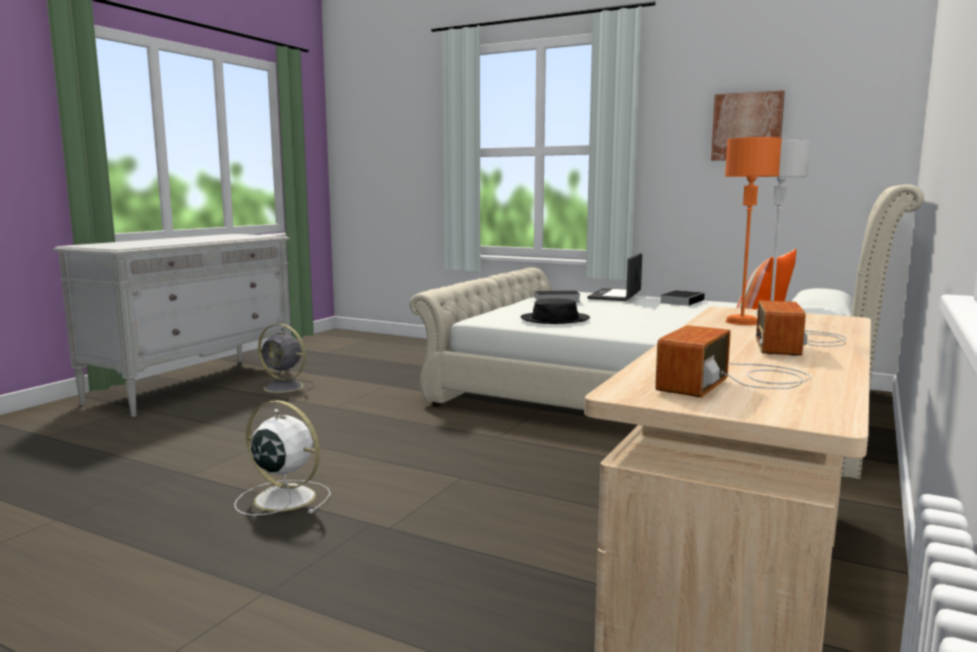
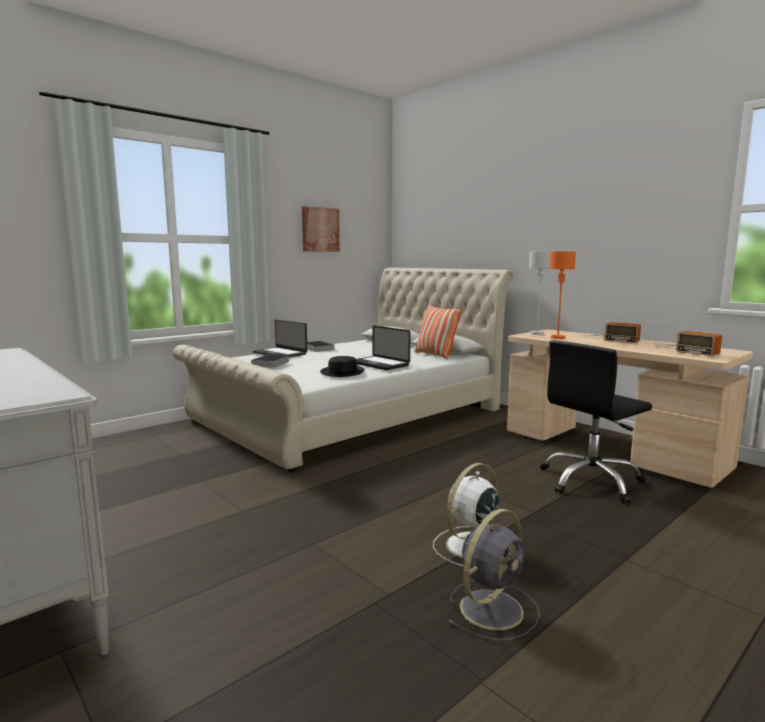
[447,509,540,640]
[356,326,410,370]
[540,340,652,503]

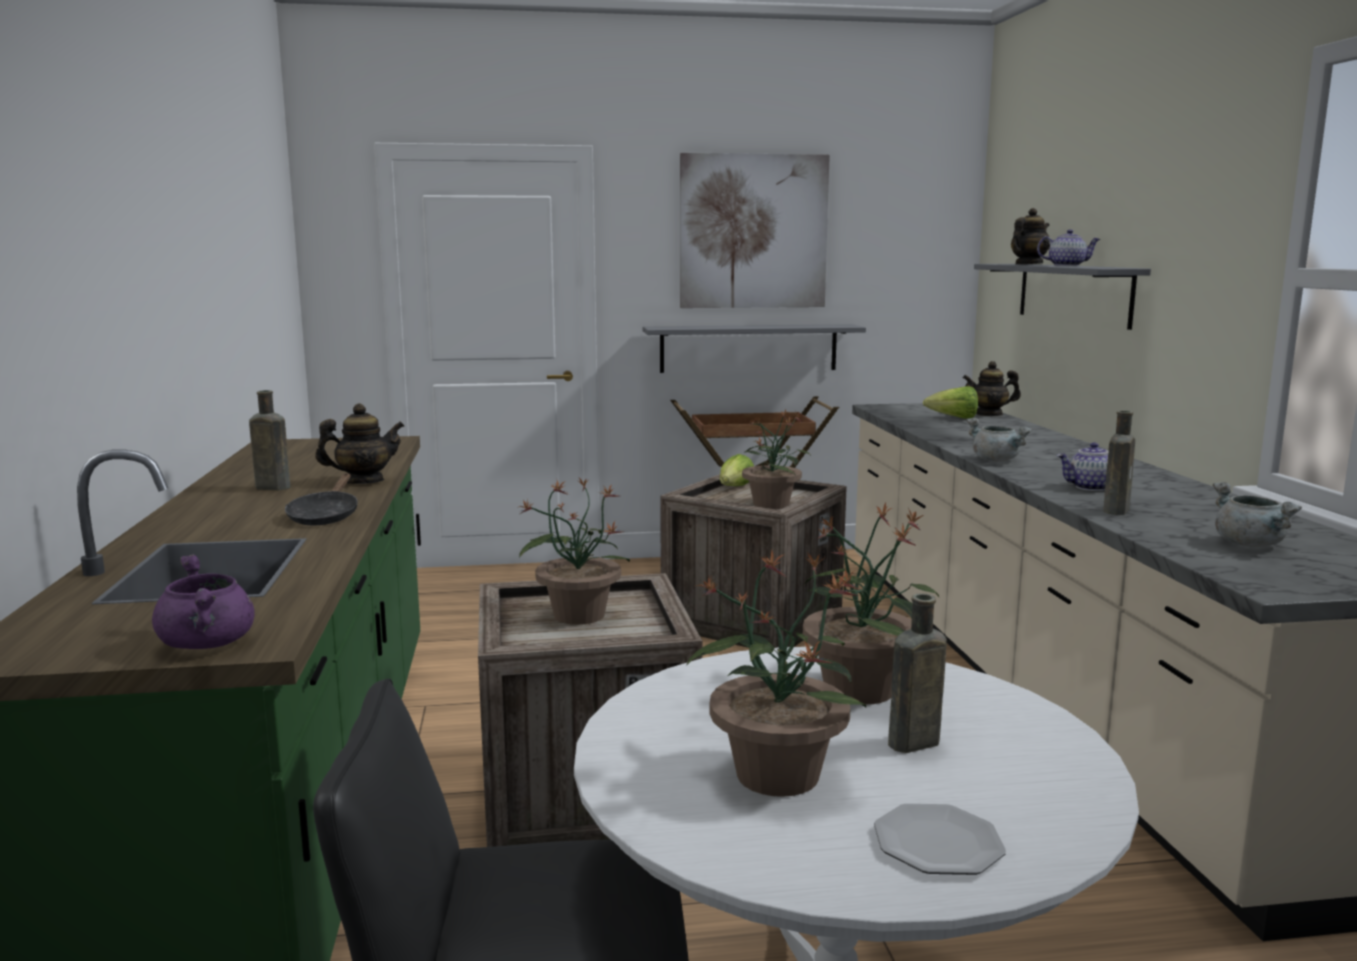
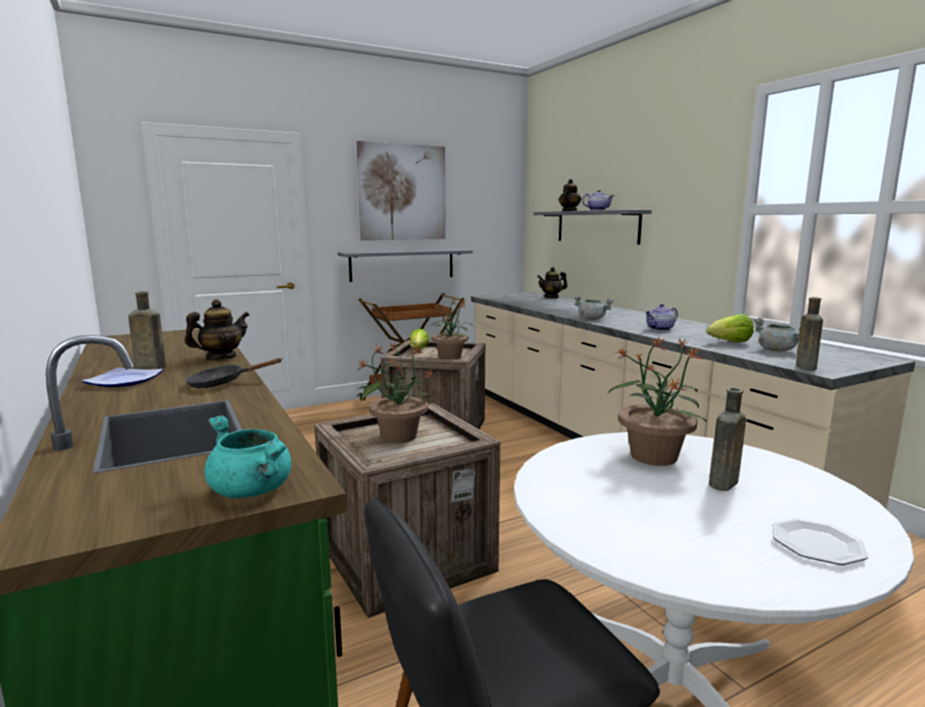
[706,314,754,342]
[796,297,823,371]
[185,358,283,388]
[686,550,866,797] (first image)
[204,416,291,498]
[82,368,163,387]

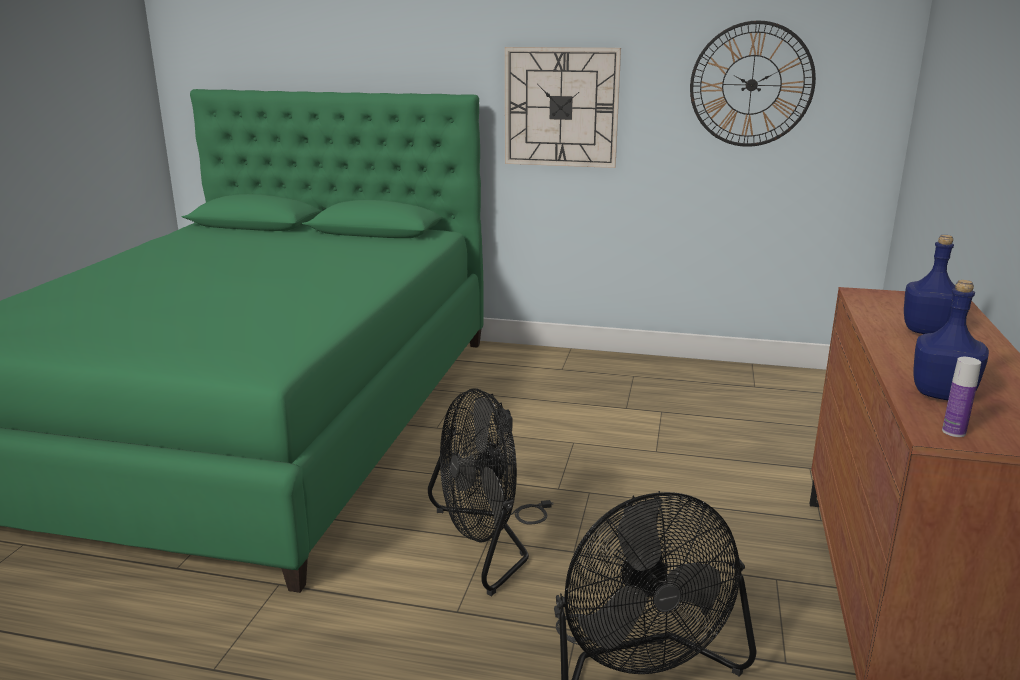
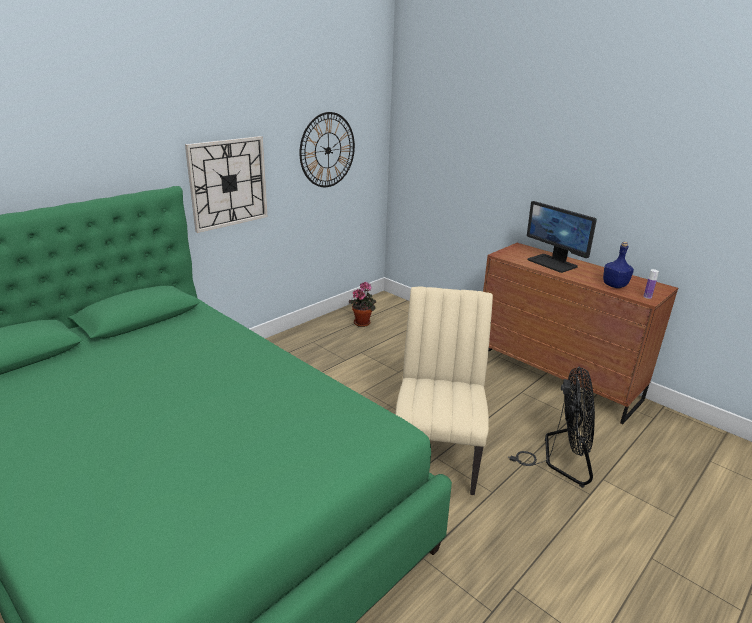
[527,201,597,273]
[395,286,493,495]
[349,282,376,327]

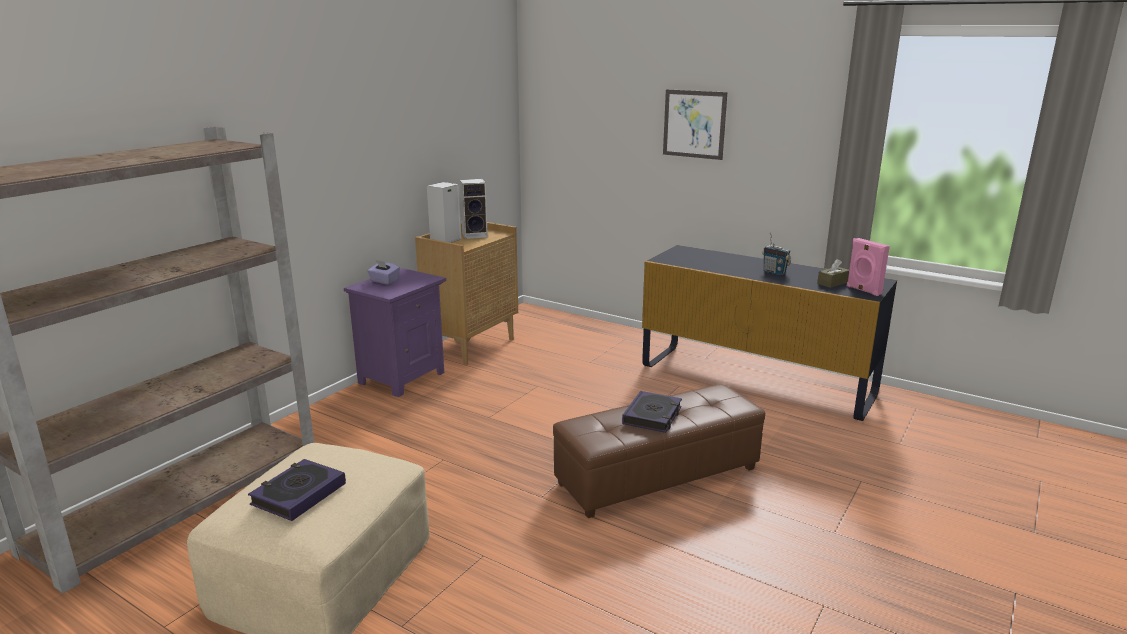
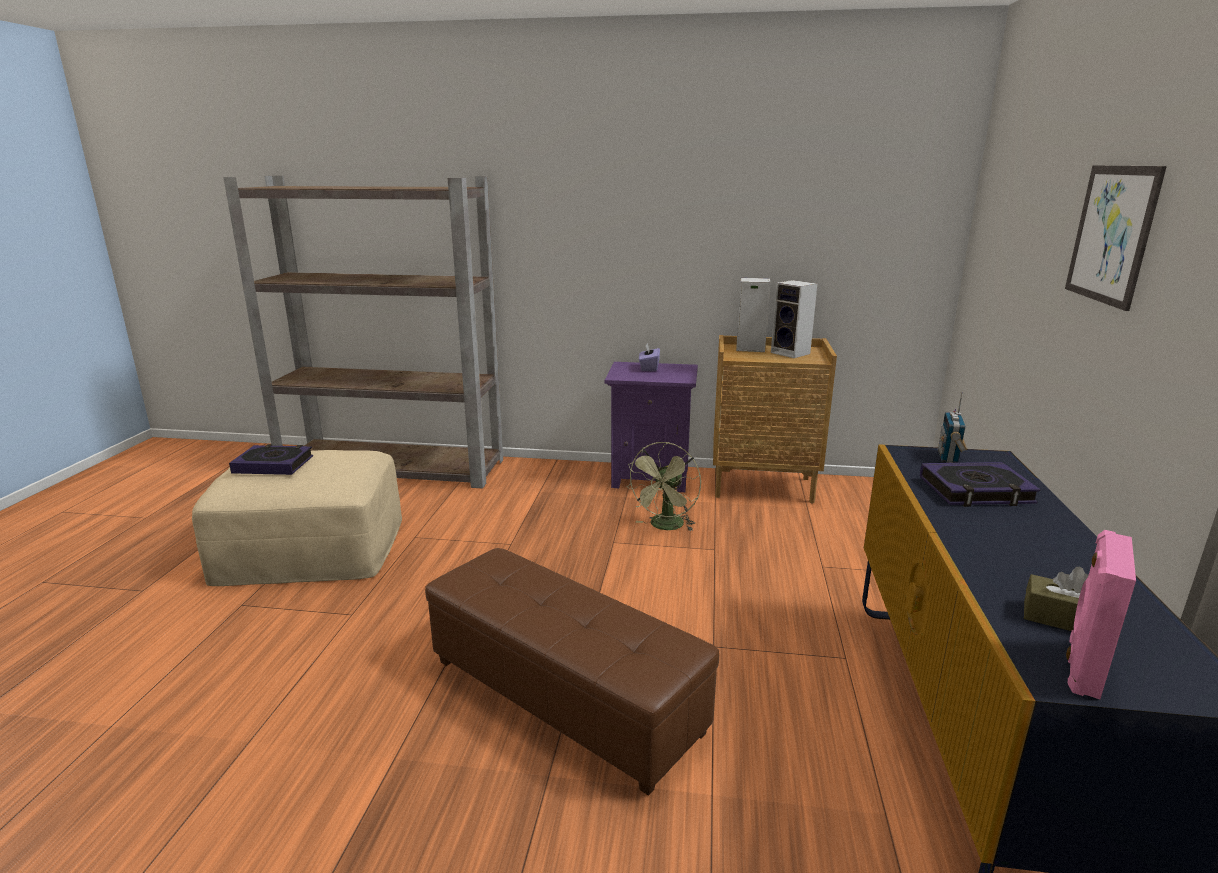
[938,392,967,463]
[920,462,1040,507]
[626,442,701,531]

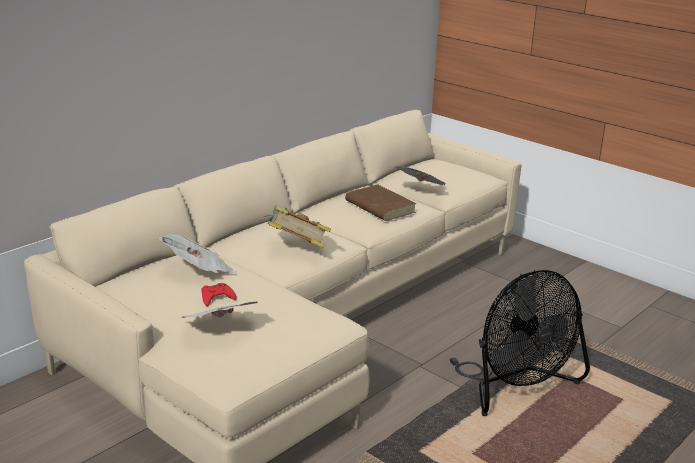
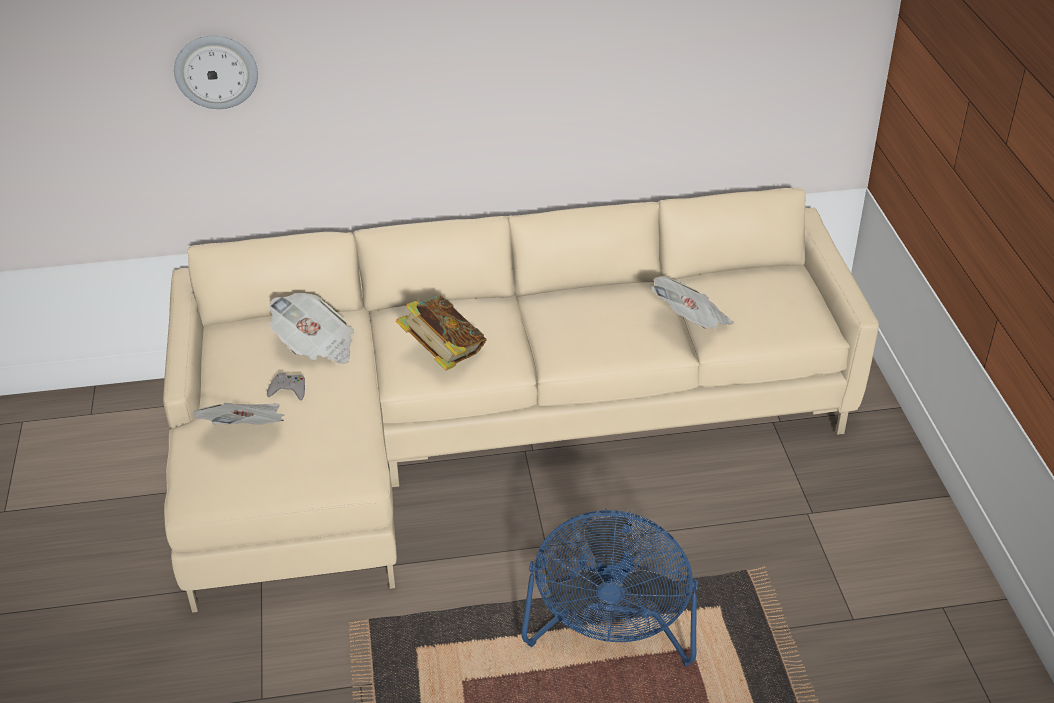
[345,184,416,221] (first image)
[521,508,698,666]
[267,373,305,401]
[174,36,258,109]

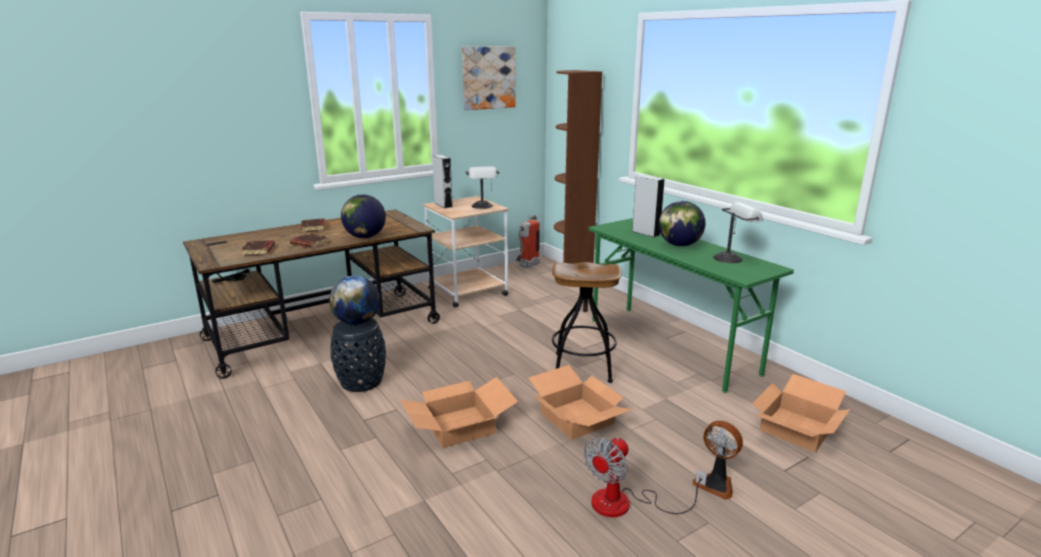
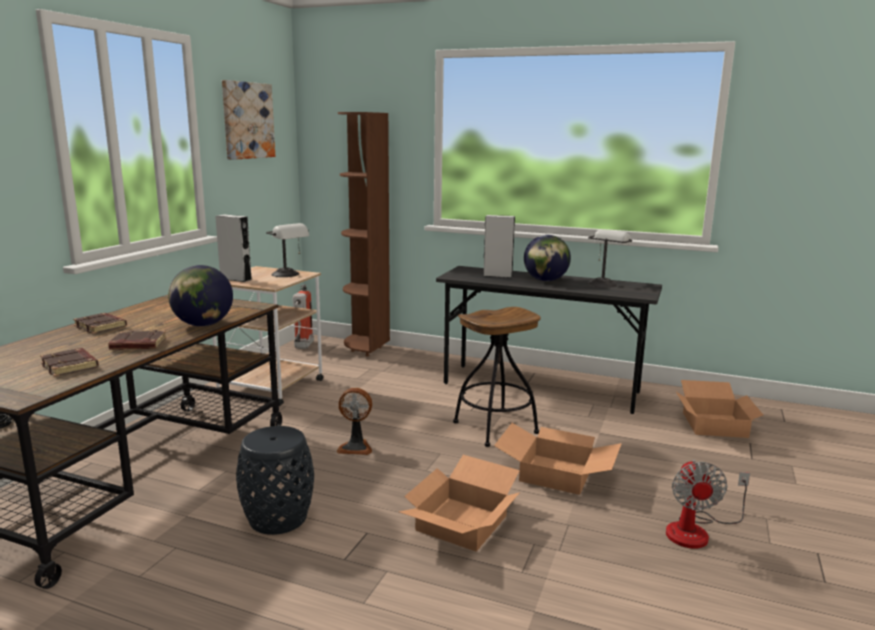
[436,266,662,414]
[329,276,380,325] (first image)
[336,388,372,455]

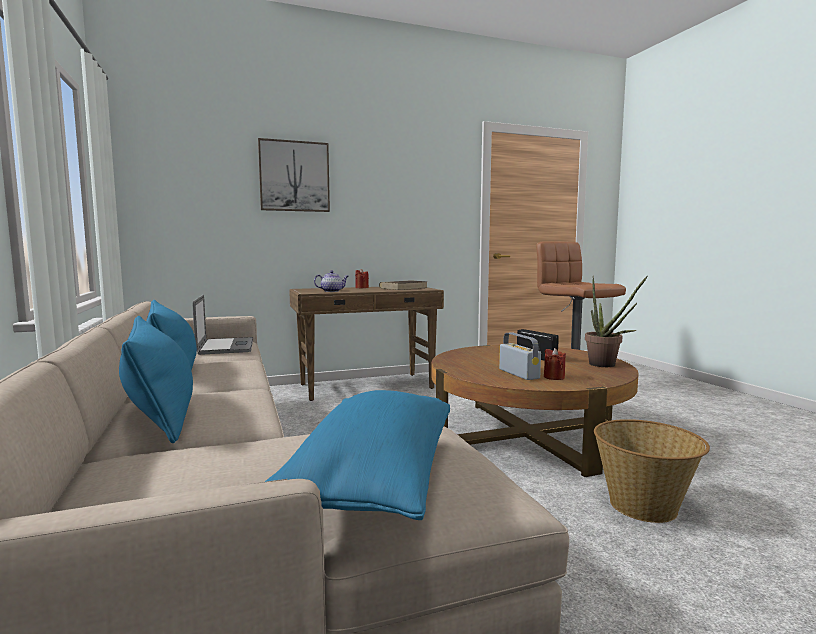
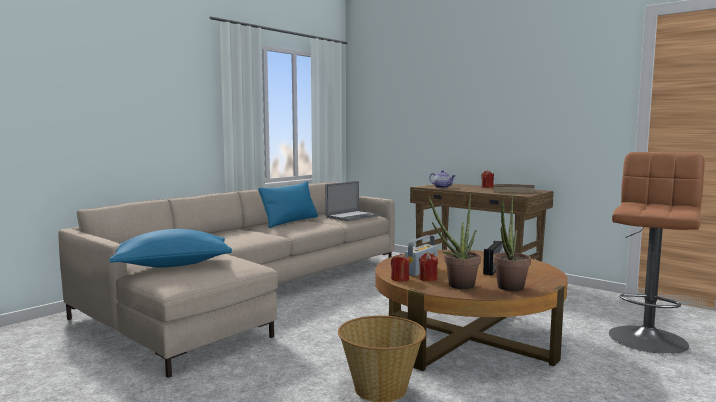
[258,138,330,212] (first image)
[119,316,193,443] (first image)
[428,194,481,289]
[391,253,410,282]

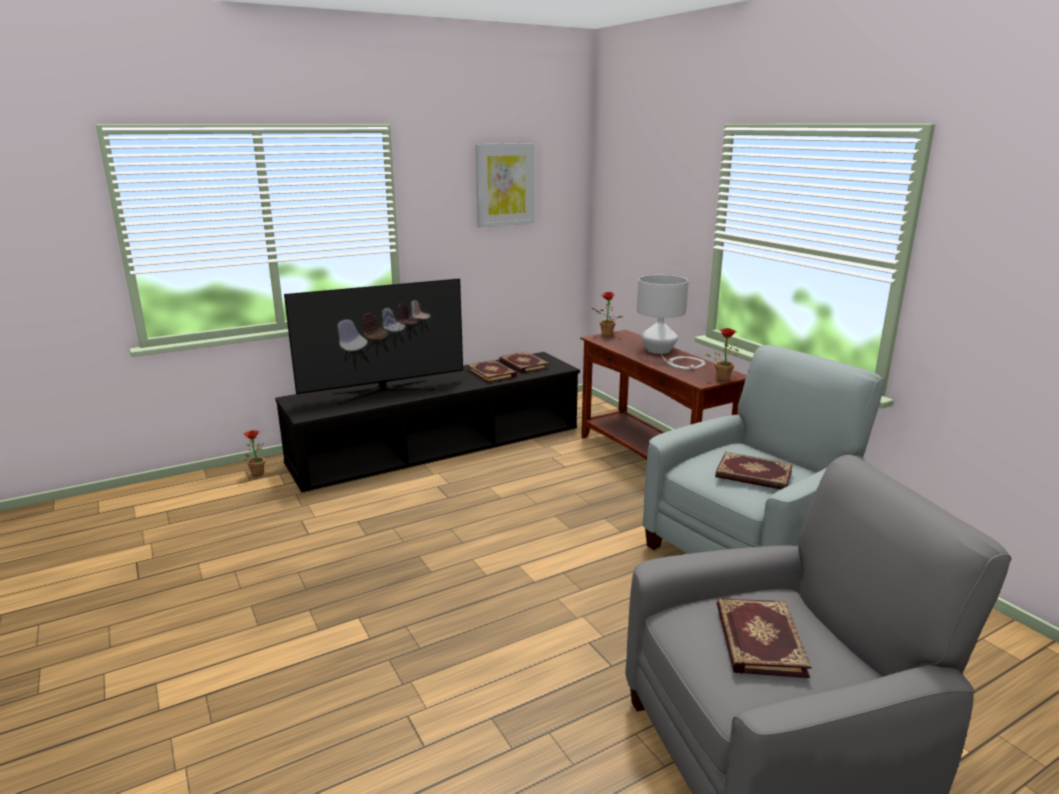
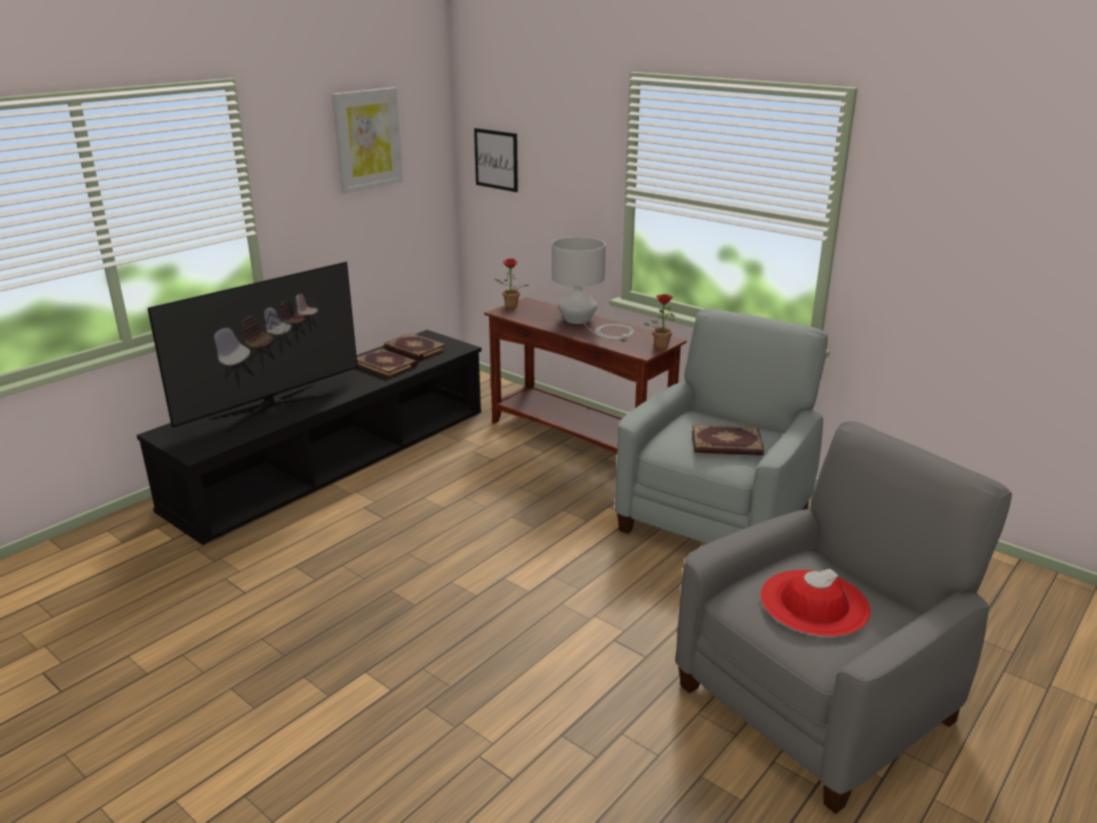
[241,430,265,477] (first image)
[760,569,871,637]
[474,128,518,192]

